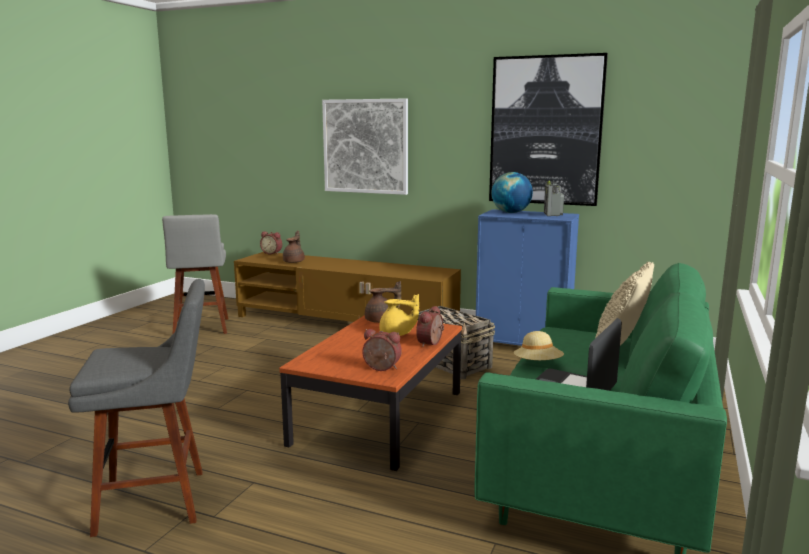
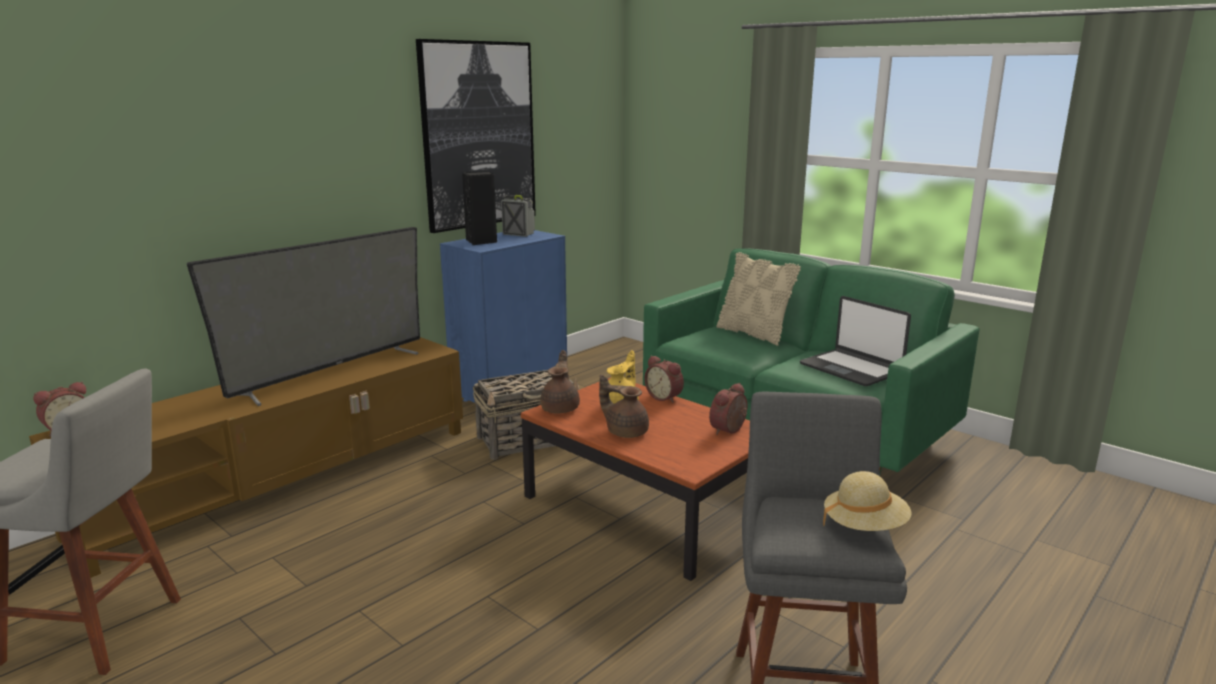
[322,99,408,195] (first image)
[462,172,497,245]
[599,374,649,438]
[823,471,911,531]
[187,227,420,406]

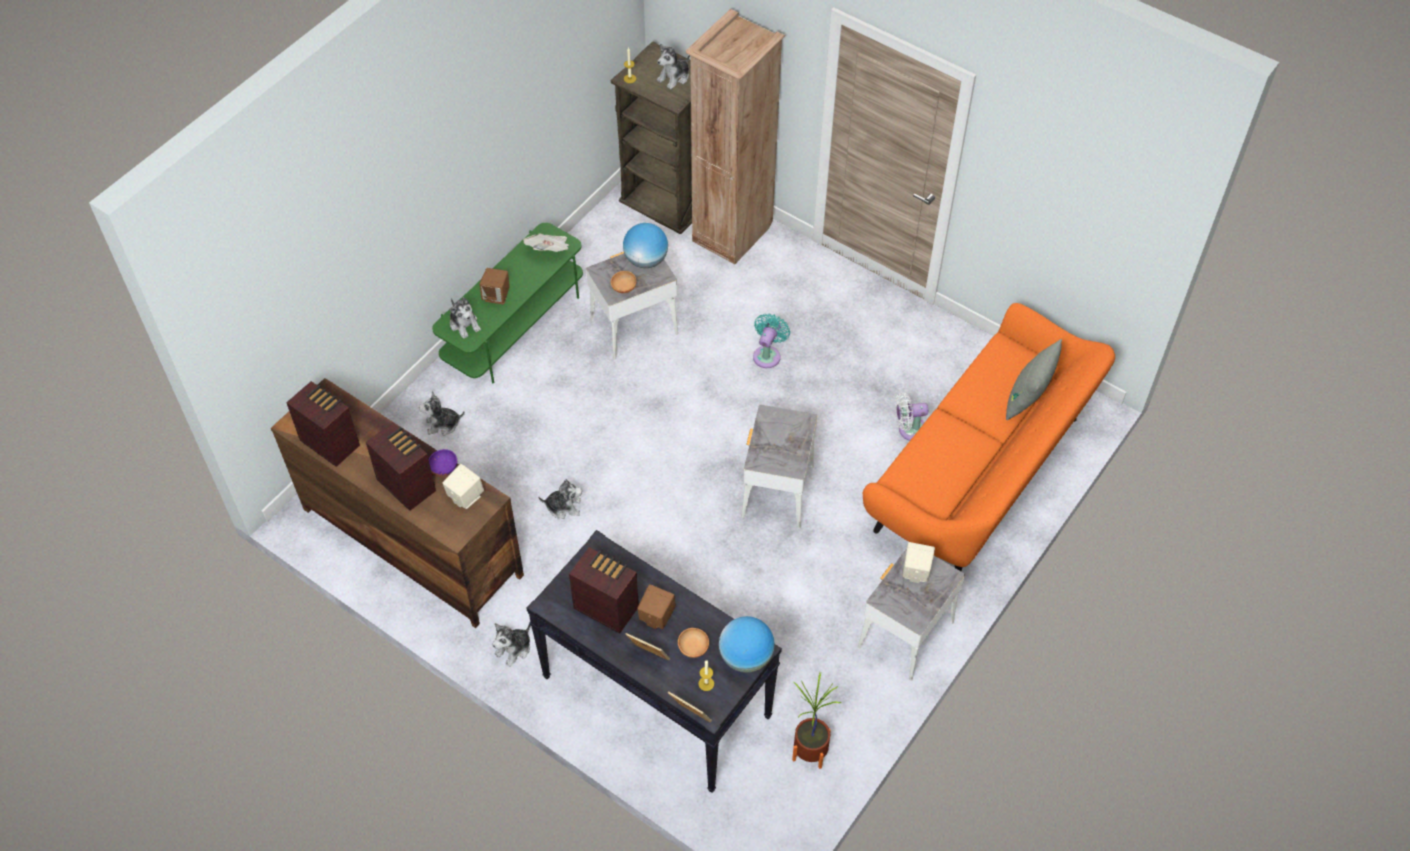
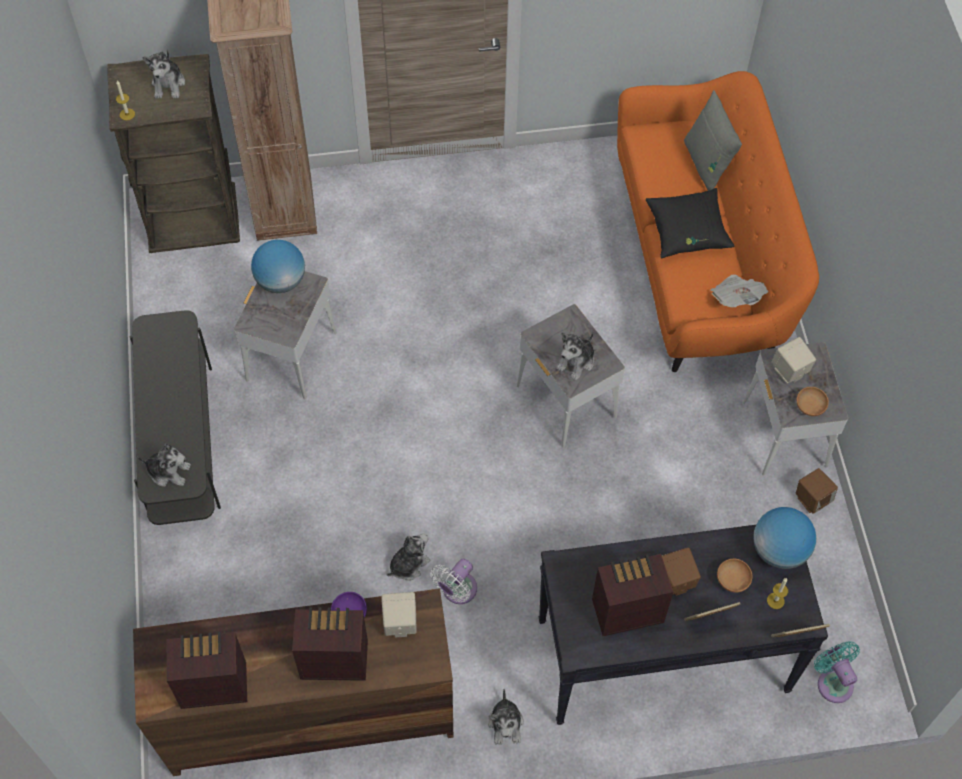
[130,310,221,525]
[710,274,768,307]
[796,468,838,514]
[797,387,829,416]
[814,642,860,703]
[556,331,594,380]
[430,558,477,604]
[792,672,841,769] (first image)
[646,188,735,258]

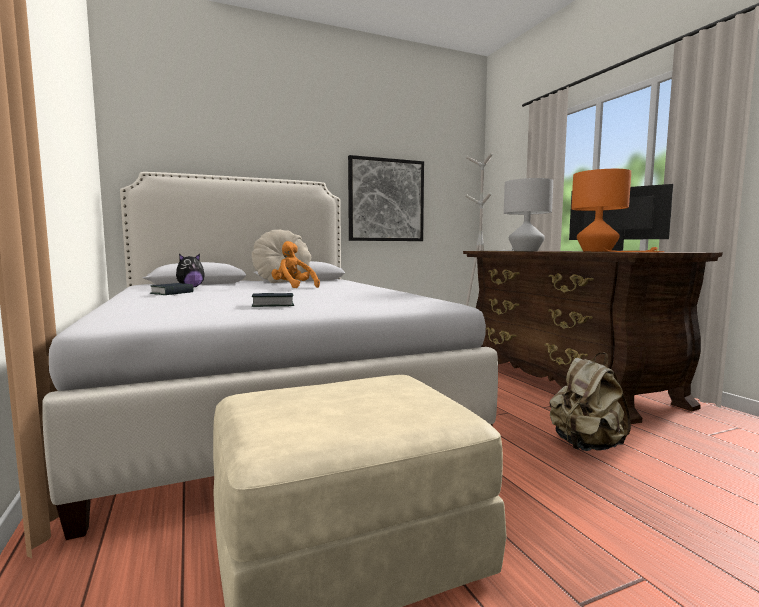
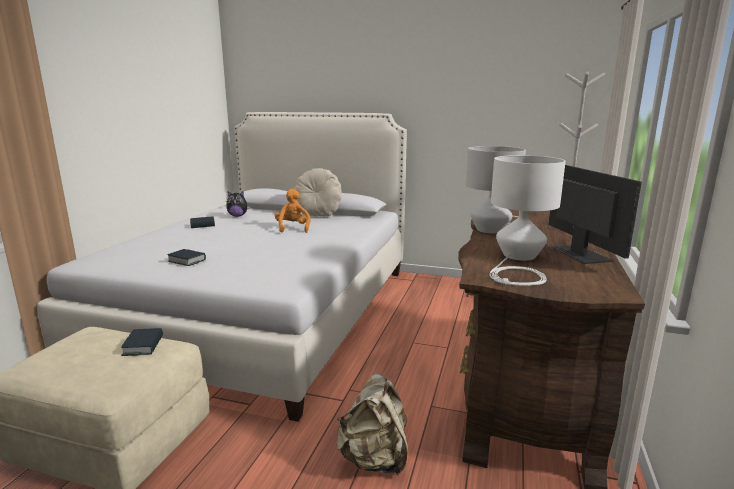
[348,155,424,241] (first image)
[489,155,565,286]
[121,328,163,356]

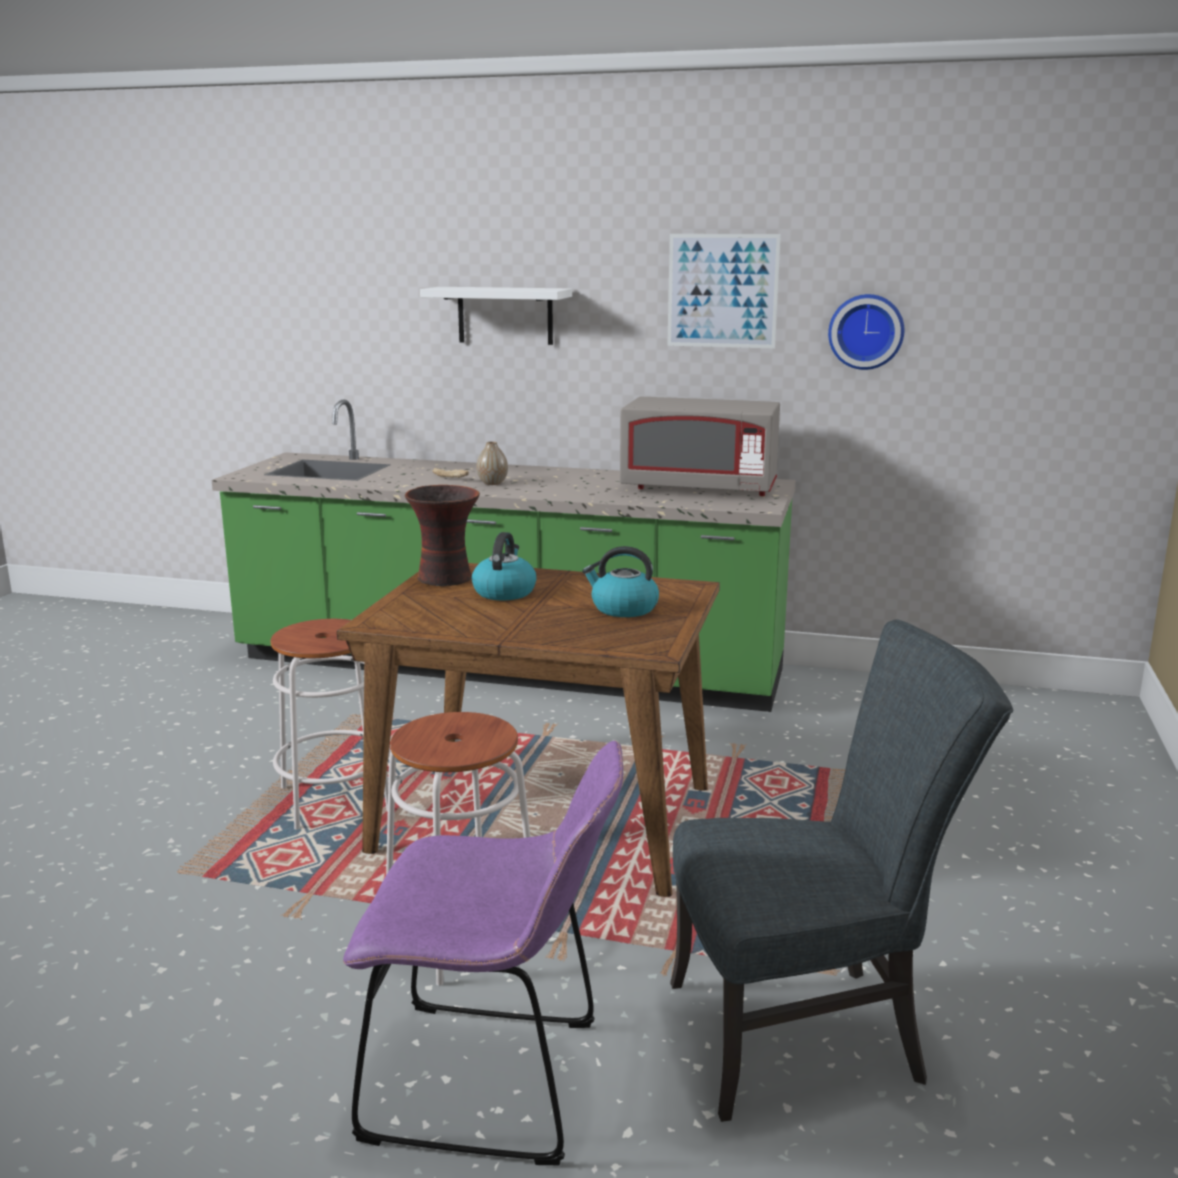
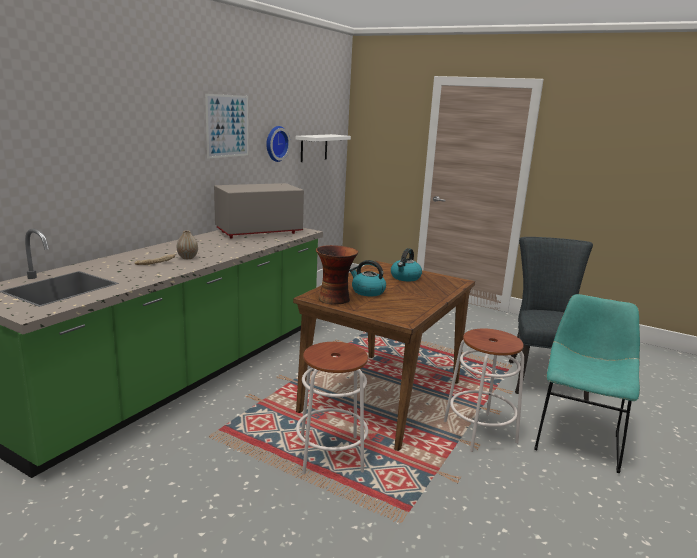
[296,134,351,162]
[214,183,304,238]
[534,294,640,474]

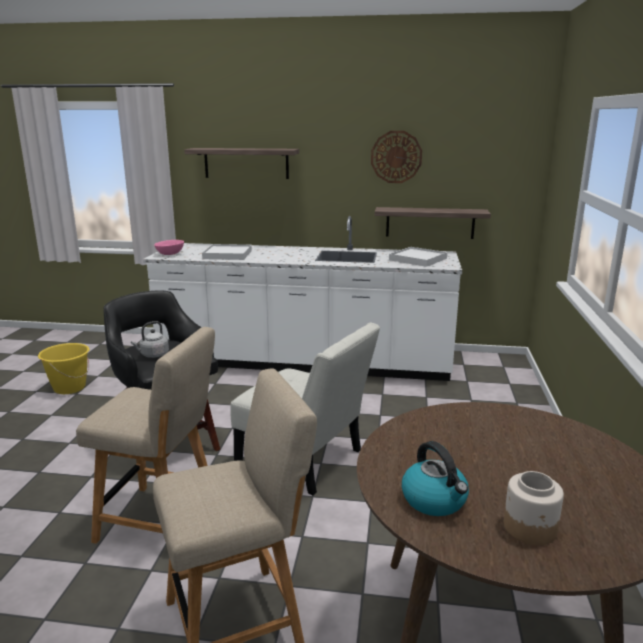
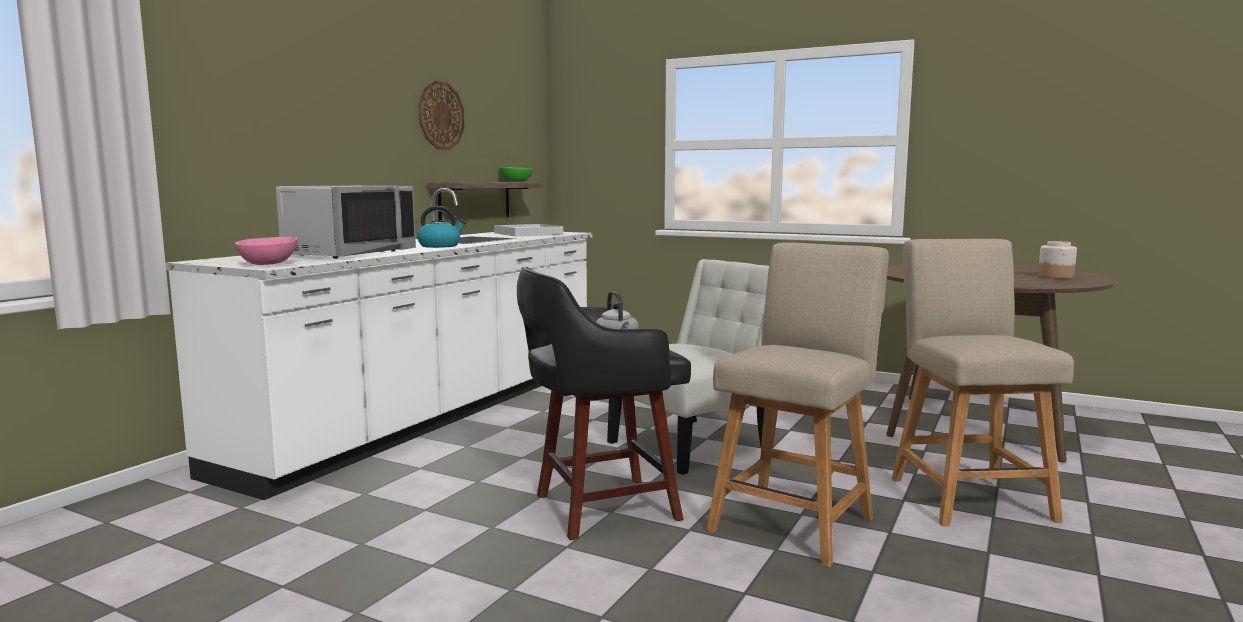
[184,148,299,179] (first image)
[276,186,416,258]
[38,343,89,394] (first image)
[417,206,466,248]
[499,167,533,182]

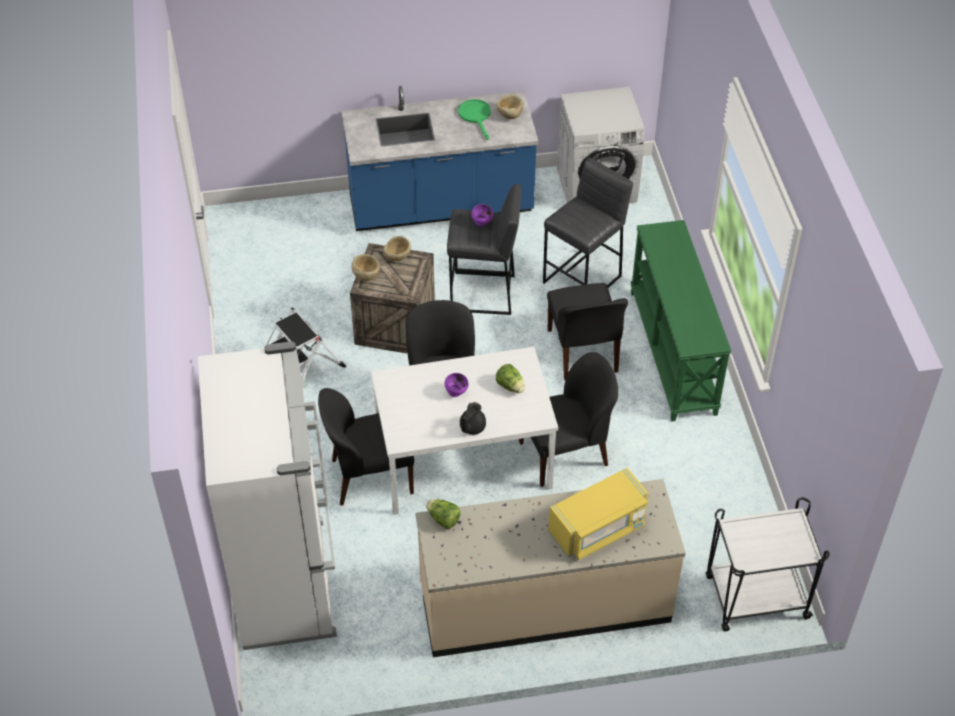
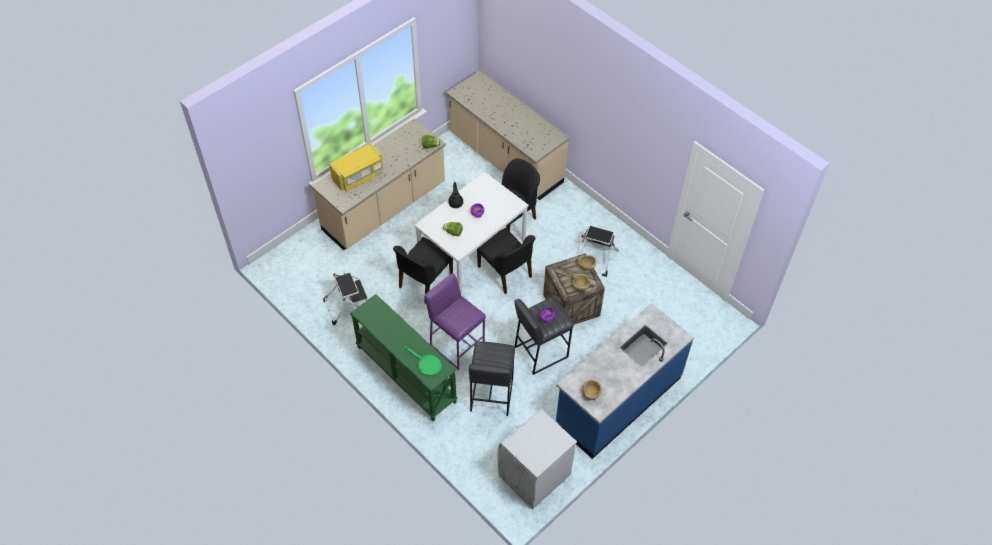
[405,347,442,376]
[424,273,486,370]
[446,71,569,200]
[329,143,383,192]
[706,497,829,631] (first image)
[323,272,368,326]

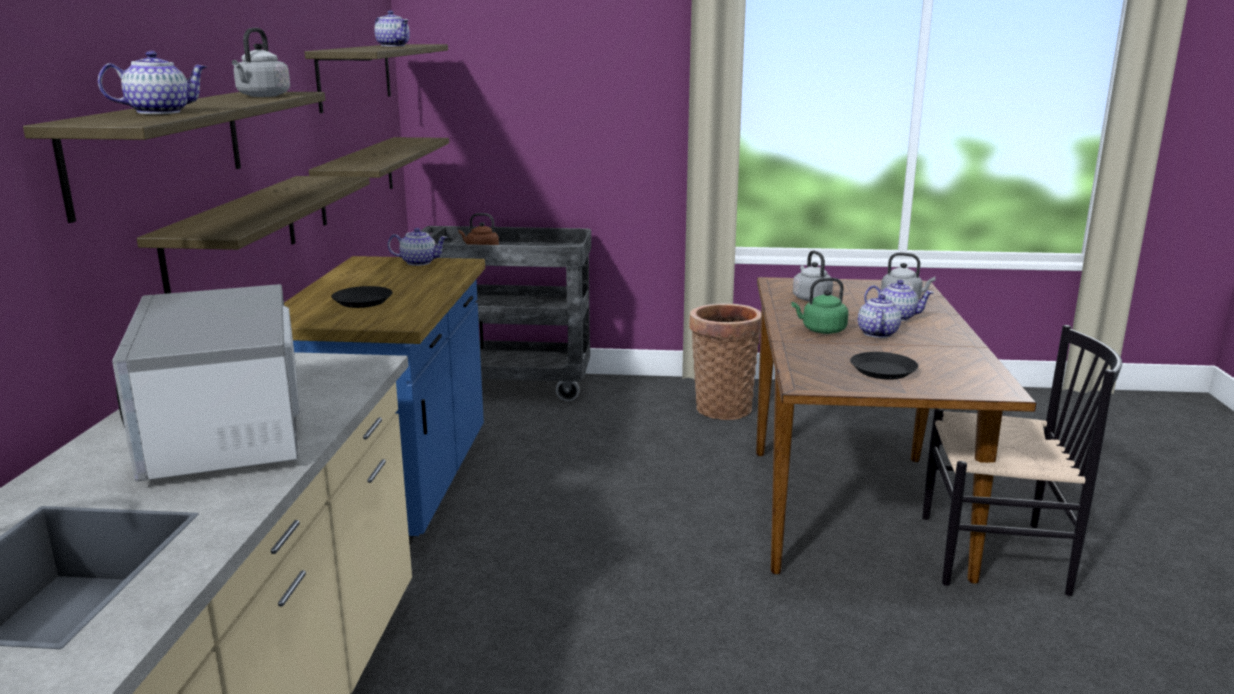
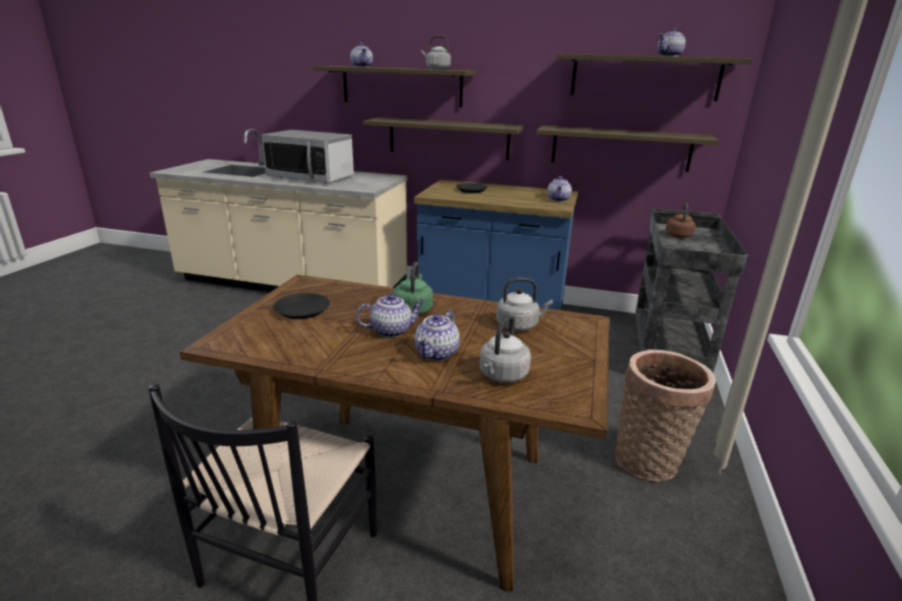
[261,130,354,183]
[356,294,424,338]

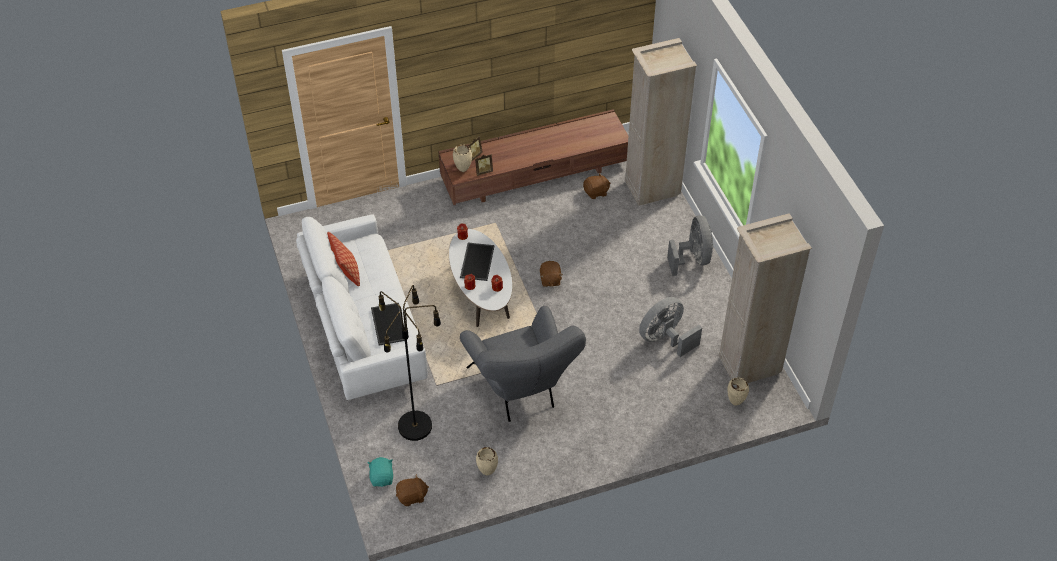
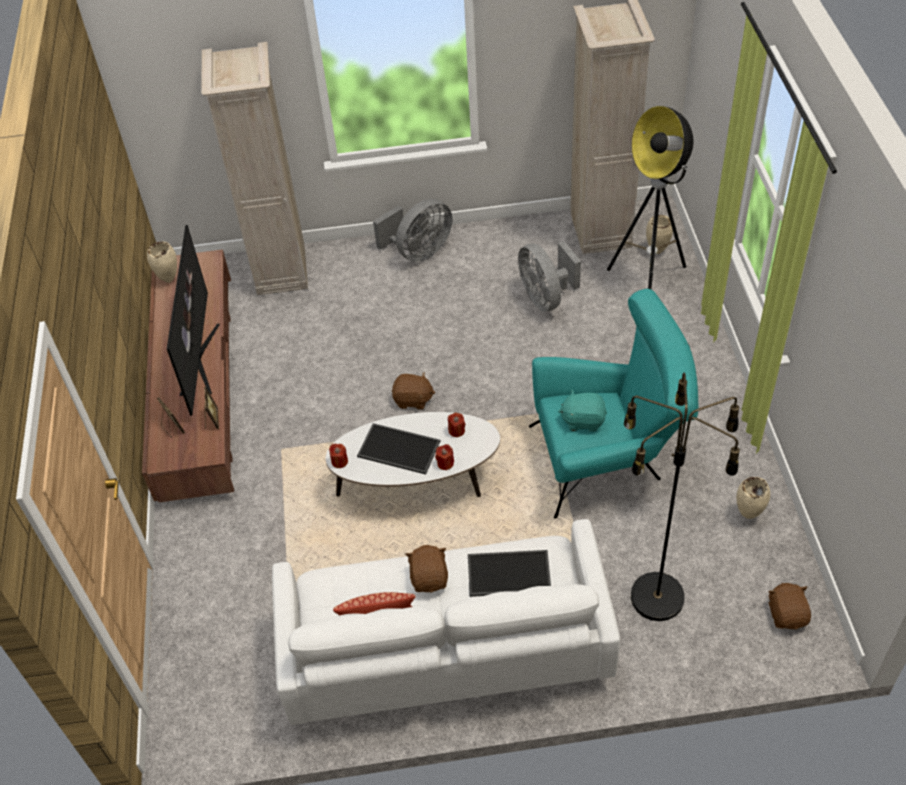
[147,242,177,283]
[405,545,448,593]
[373,199,452,262]
[529,289,698,519]
[558,390,607,432]
[607,106,694,289]
[167,225,220,416]

